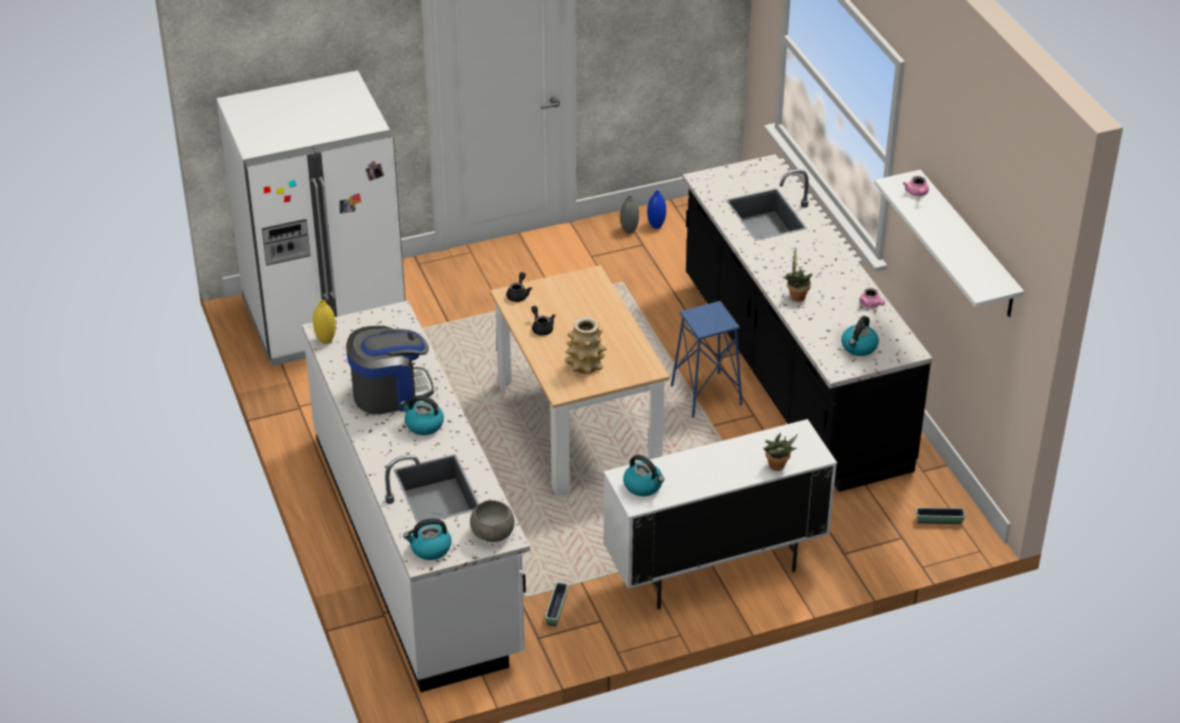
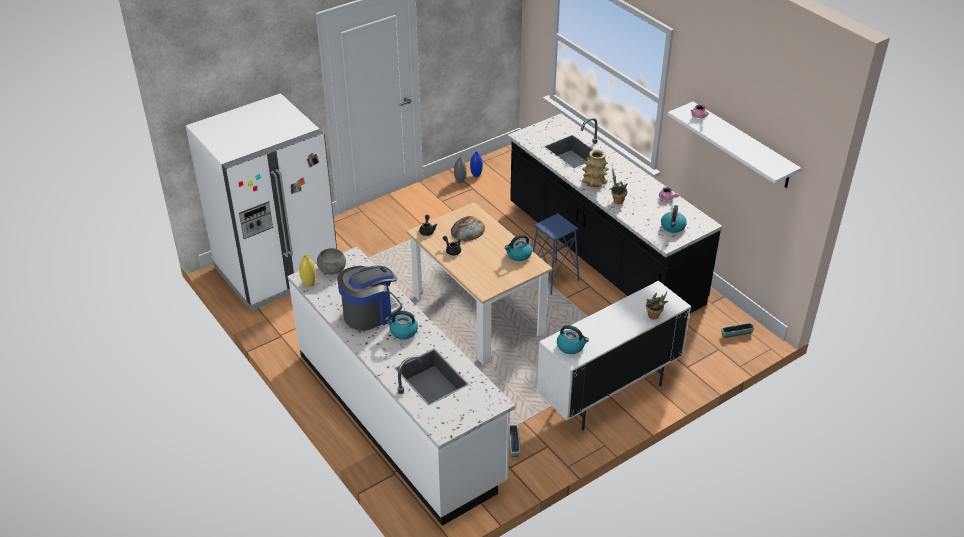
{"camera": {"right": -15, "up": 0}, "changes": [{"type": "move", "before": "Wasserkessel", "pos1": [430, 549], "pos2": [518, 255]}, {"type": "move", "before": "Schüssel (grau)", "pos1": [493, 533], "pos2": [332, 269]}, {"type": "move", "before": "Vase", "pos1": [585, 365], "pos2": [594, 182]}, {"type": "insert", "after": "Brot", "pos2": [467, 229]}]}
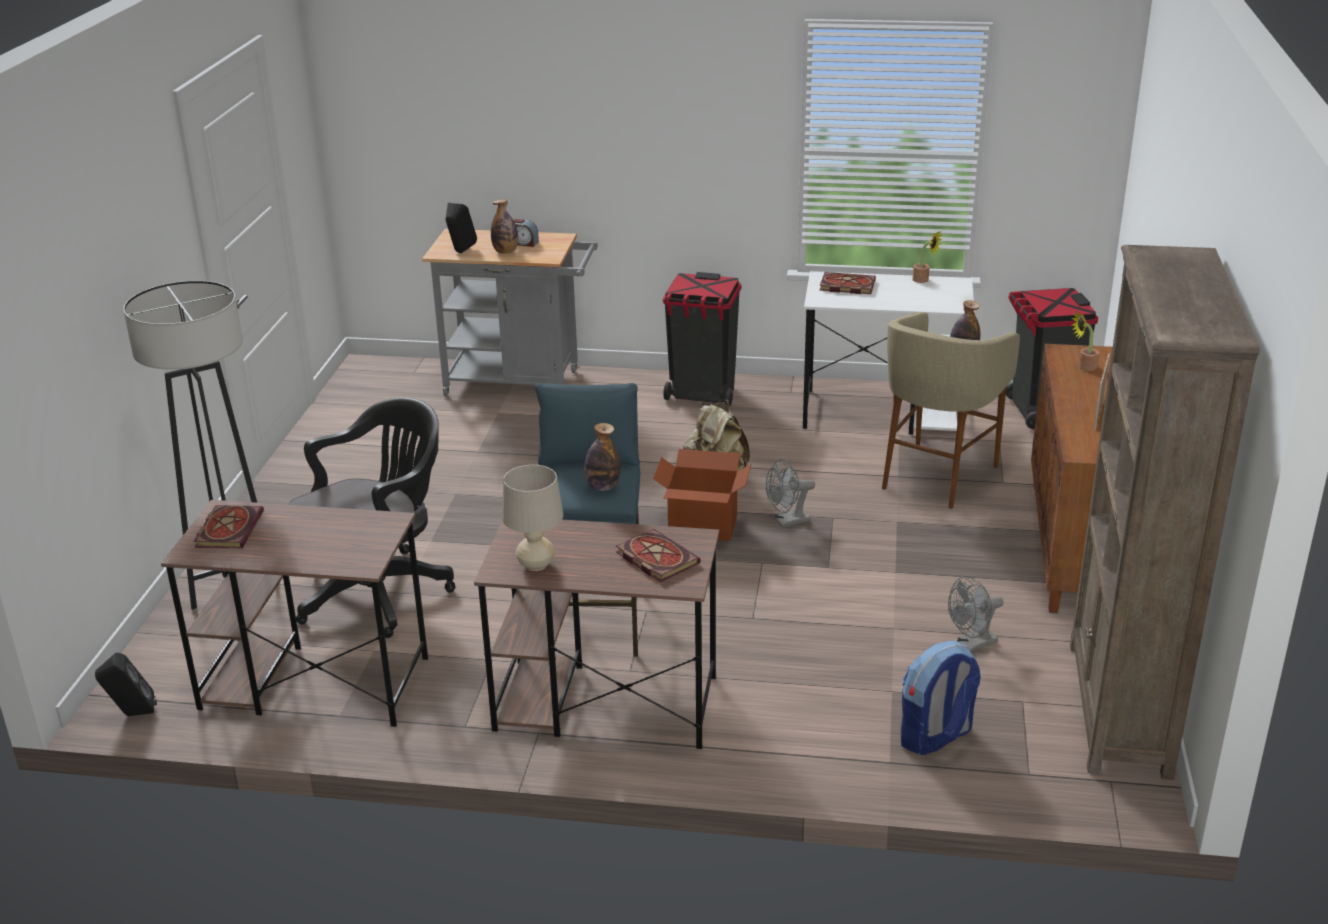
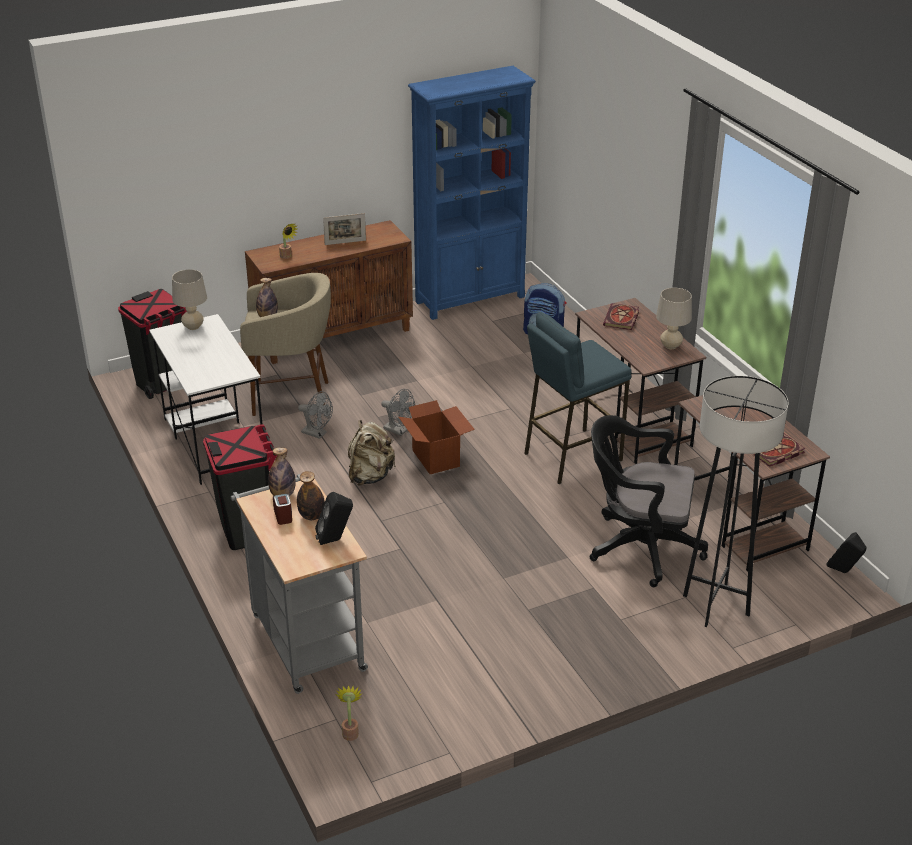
{"camera": {"right": -125, "up": 5}, "changes": [{"type": "move", "before": "Flasche", "pos1": [602, 487], "pos2": [282, 494]}, {"type": "delete", "before": "Buch", "pos1": [845, 286]}, {"type": "move", "before": "Topfpflanze", "pos1": [923, 280], "pos2": [350, 731]}, {"type": "move", "before": "Ventilator (grau)", "pos1": [972, 644], "pos2": [317, 433]}, {"type": "recolor", "before": "Bücherregal (braun)", "after": "Bücherregal (blau)", "pos1": [1118, 709], "pos2": [471, 299]}, {"type": "insert", "after": "Tischlampe (beige)", "pos2": [193, 327]}]}
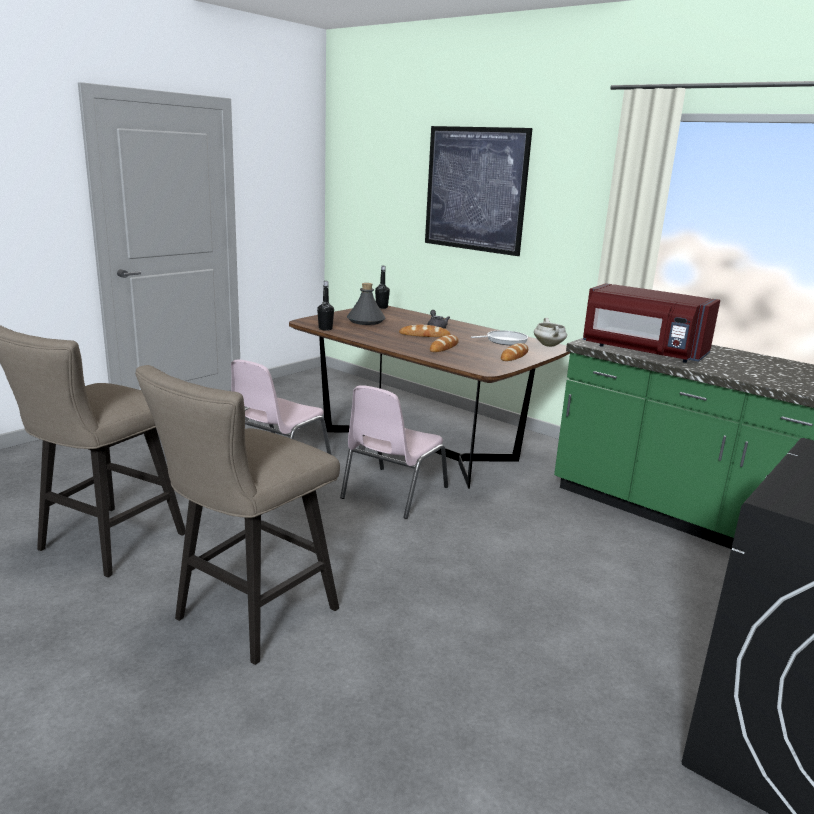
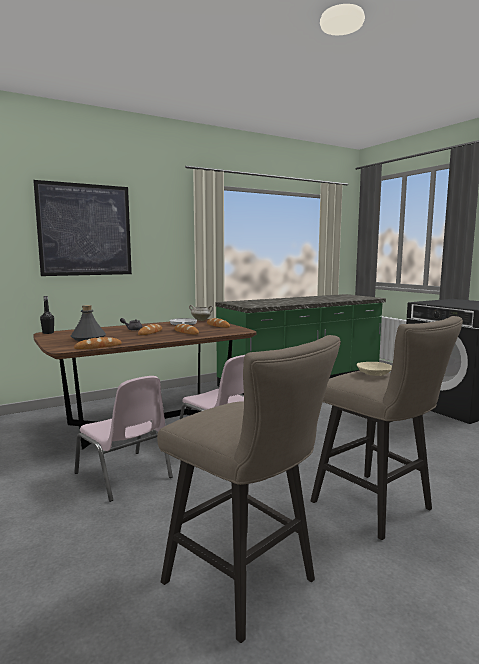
{"camera": {"right": -70, "up": -10}, "changes": [{"type": "replace", "before": "Flasche (schwarz)", "after": "Brot", "pos1": [325, 329], "pos2": [98, 347]}, {"type": "delete", "before": "Mikrowelle (rot)", "pos1": [641, 352]}, {"type": "insert", "after": "Schüssel (beige)", "pos2": [373, 374]}]}
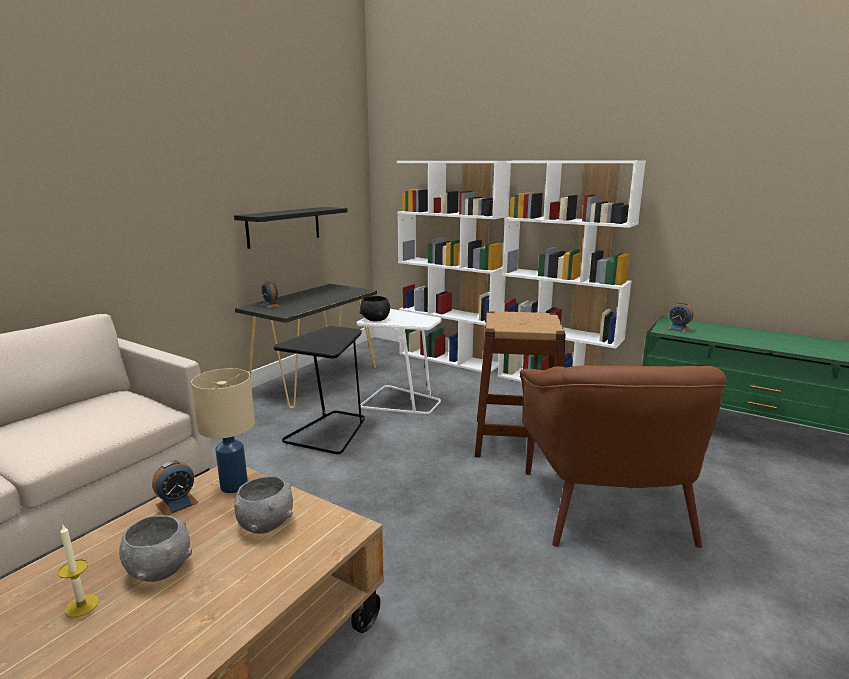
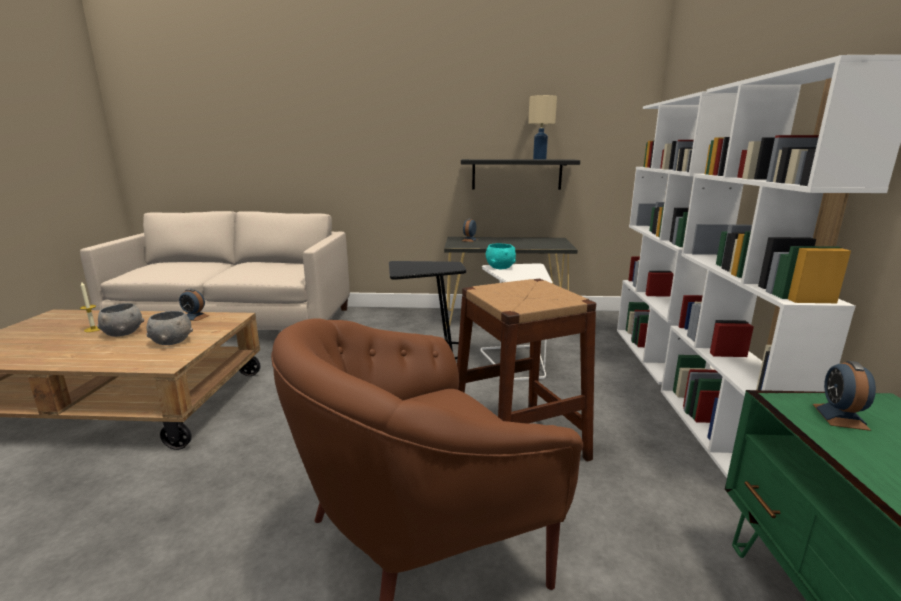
{"camera": {"right": 60, "up": 0}, "changes": [{"type": "move", "before": "Tischlampe (beige)", "pos1": [233, 486], "pos2": [539, 159]}, {"type": "recolor", "before": "Schüssel (schwarz)", "after": "Schüssel (türkis)", "pos1": [375, 319], "pos2": [500, 267]}]}
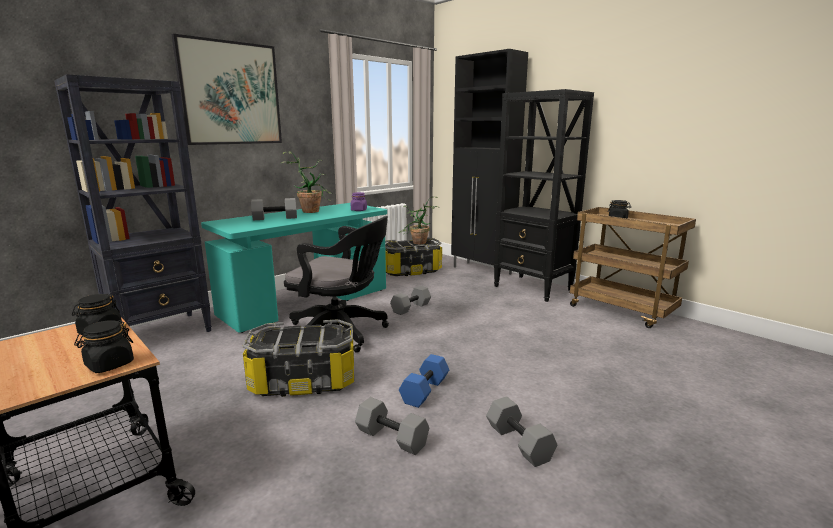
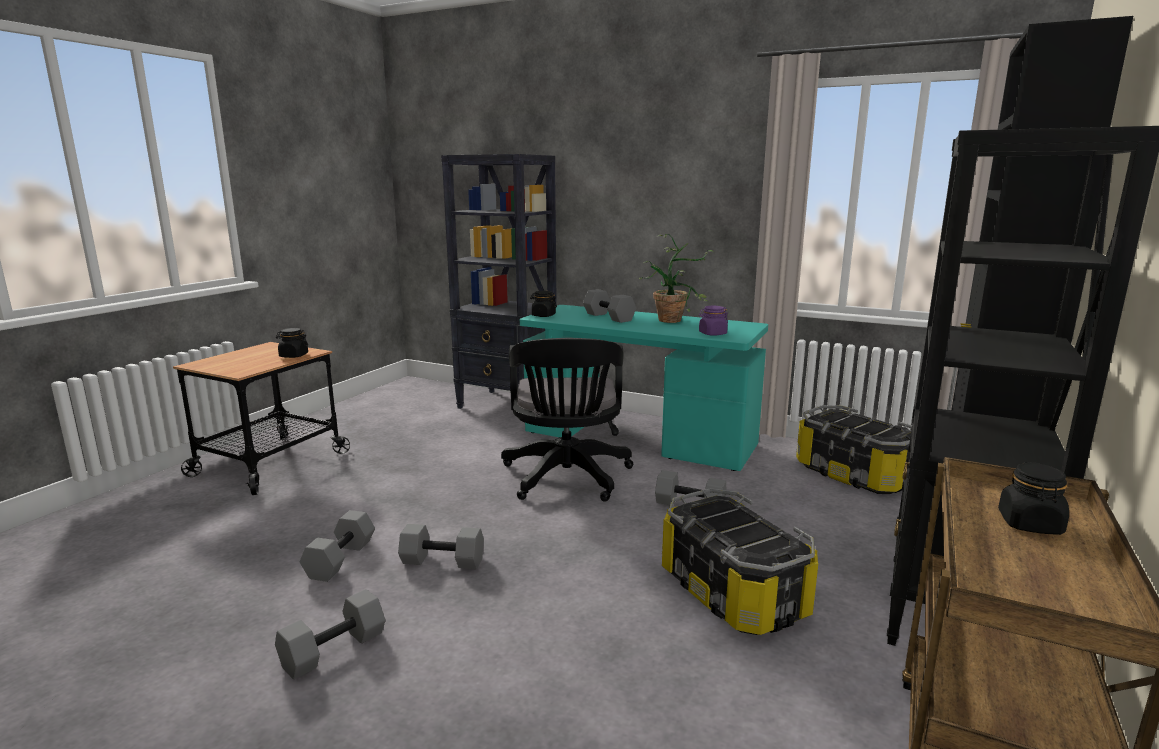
{"camera": {"right": 70, "up": 0}, "changes": [{"type": "move", "before": "Vorratsglas (schwarz)", "pos1": [109, 365], "pos2": [543, 315]}, {"type": "delete", "before": "Bild", "pos1": [230, 94]}, {"type": "move", "before": "Aufbewahrungsbox", "pos1": [304, 381], "pos2": [733, 592]}, {"type": "delete", "before": "Topfpflanze", "pos1": [418, 243]}, {"type": "recolor", "before": "Hantel (blau)", "after": "Hantel (grau)", "pos1": [425, 391], "pos2": [441, 562]}]}
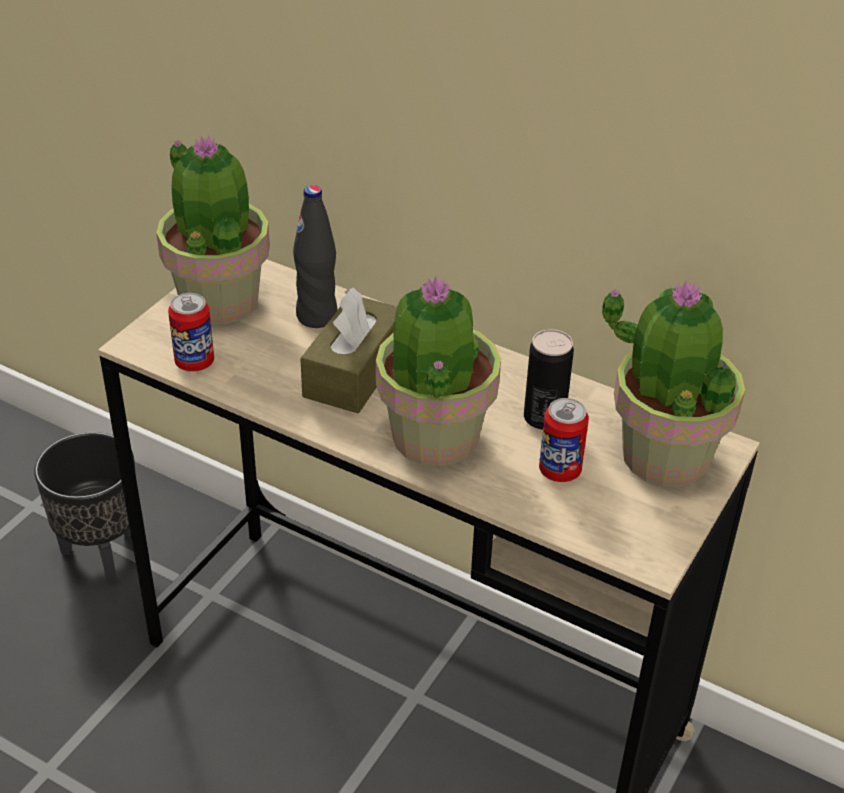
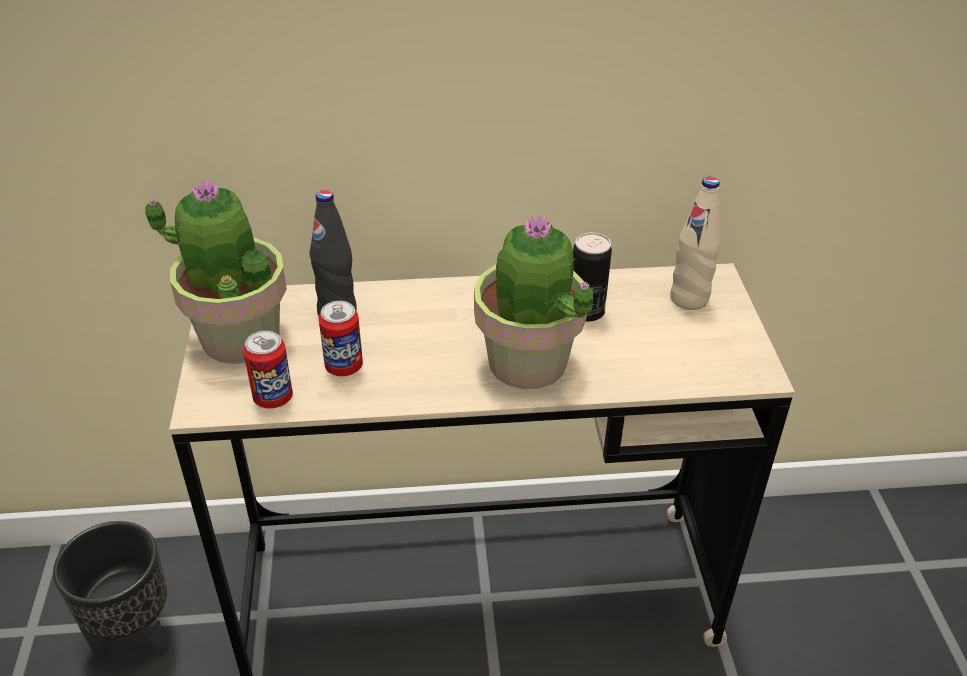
{"camera": {"right": -35, "up": 0}, "changes": [{"type": "delete", "before": "Taschentuchbox (braun)", "pos1": [354, 372]}, {"type": "move", "before": "Dose", "pos1": [559, 471], "pos2": [344, 366]}, {"type": "replace", "before": "Topfpflanze", "after": "Flasche (beige)", "pos1": [664, 455], "pos2": [689, 299]}]}
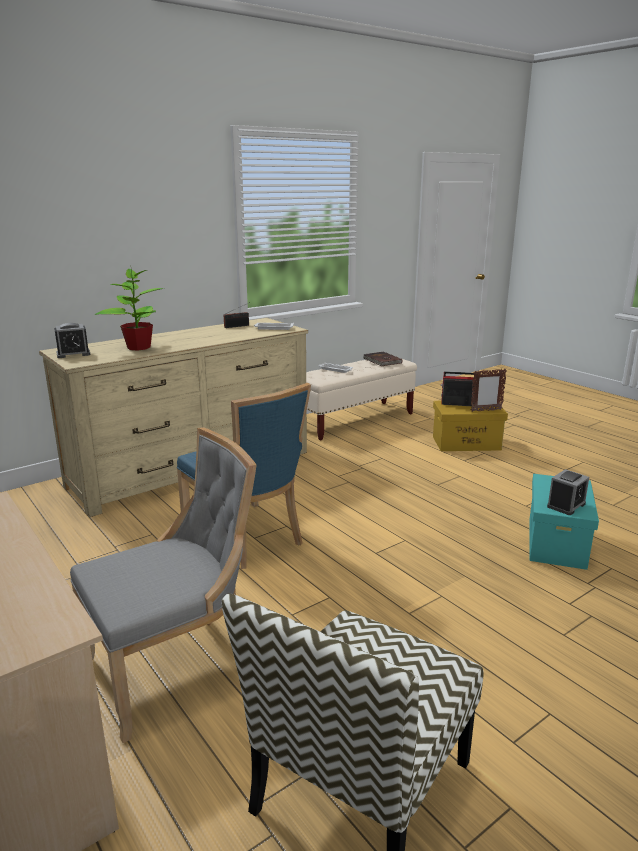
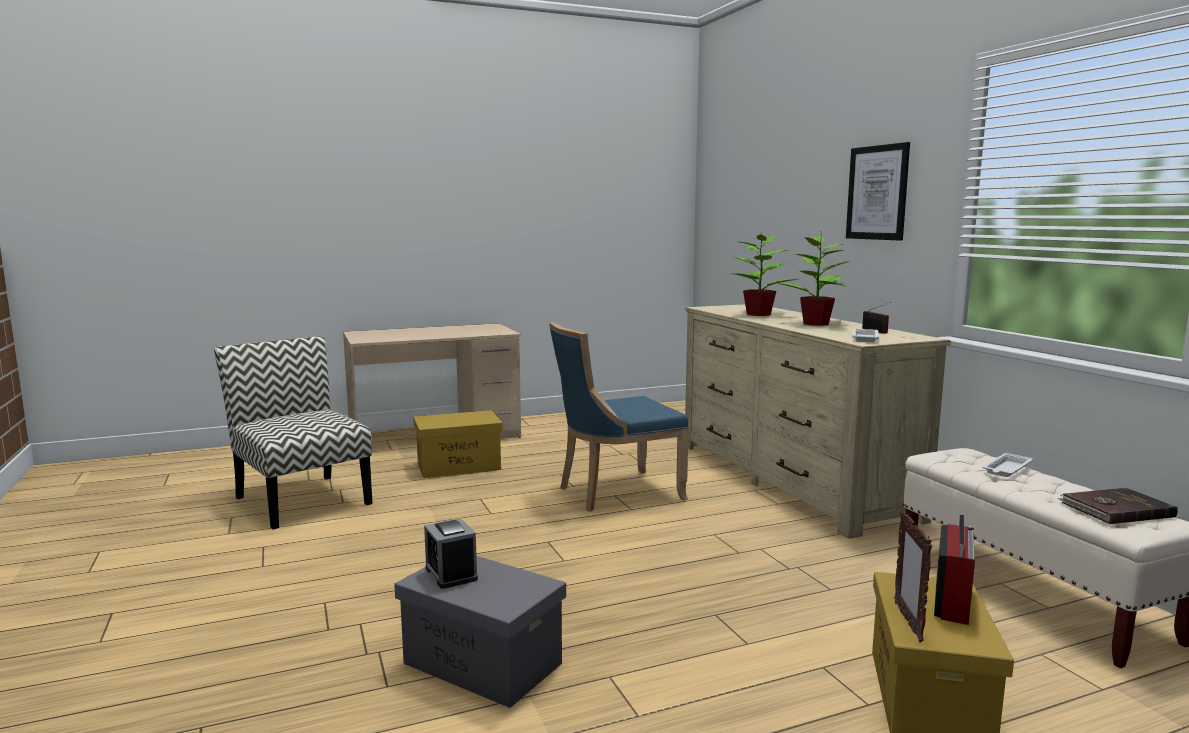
{"camera": {"right": 105, "up": -10}, "changes": [{"type": "delete", "before": "Wecker", "pos1": [73, 354]}, {"type": "replace", "before": "Stuhl (grau)", "after": "Aufbewahrungsbox (gelb)", "pos1": [175, 667], "pos2": [458, 466]}, {"type": "recolor", "before": "Aufbewahrungsbox (türkis)", "after": "Aufbewahrungsbox (grau)", "pos1": [556, 543], "pos2": [481, 663]}, {"type": "insert", "after": "Topfpflanze", "pos2": [815, 324]}, {"type": "insert", "after": "Bild", "pos2": [877, 192]}]}
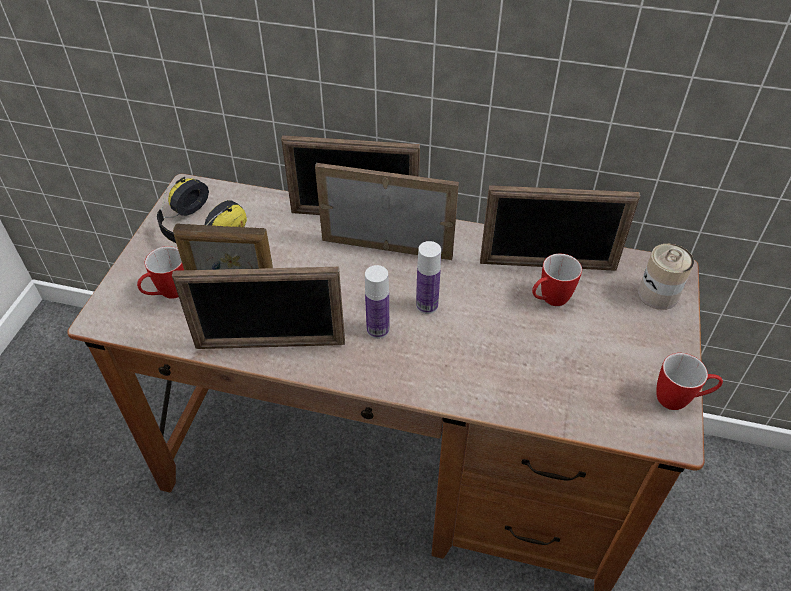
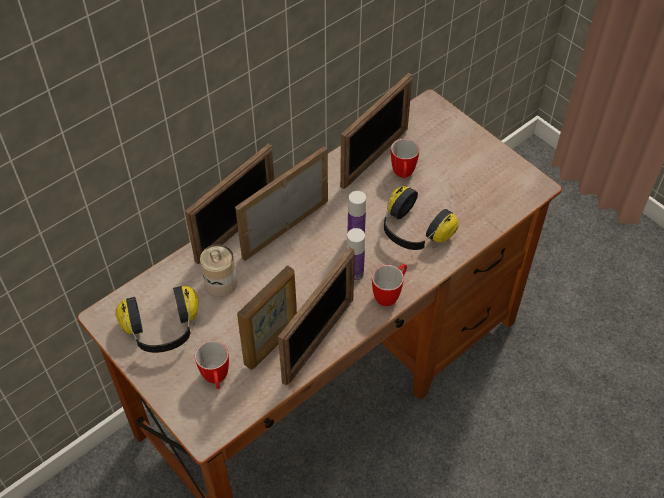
{"camera": {"right": -55, "up": 5}, "changes": [{"type": "move", "before": "Dose", "pos1": [658, 294], "pos2": [221, 283]}, {"type": "move", "before": "Henkelbecher", "pos1": [680, 400], "pos2": [390, 294]}, {"type": "insert", "after": "Kopfhörer", "pos2": [413, 231]}]}
